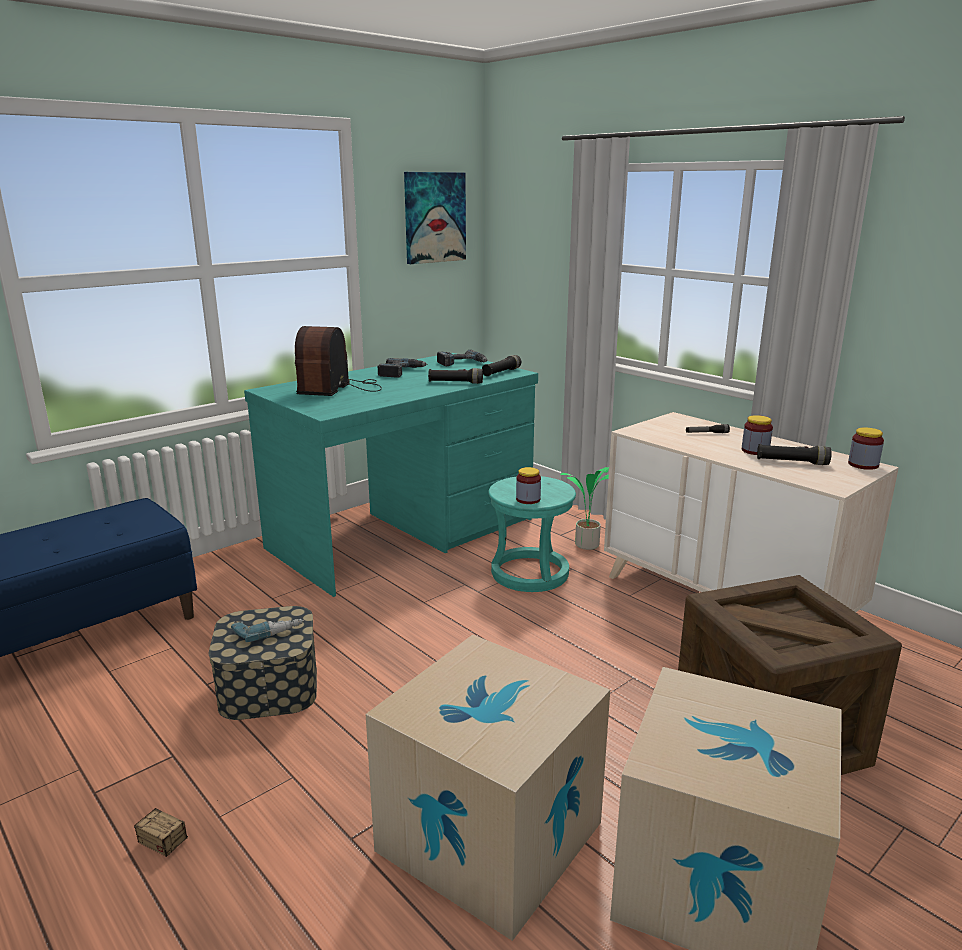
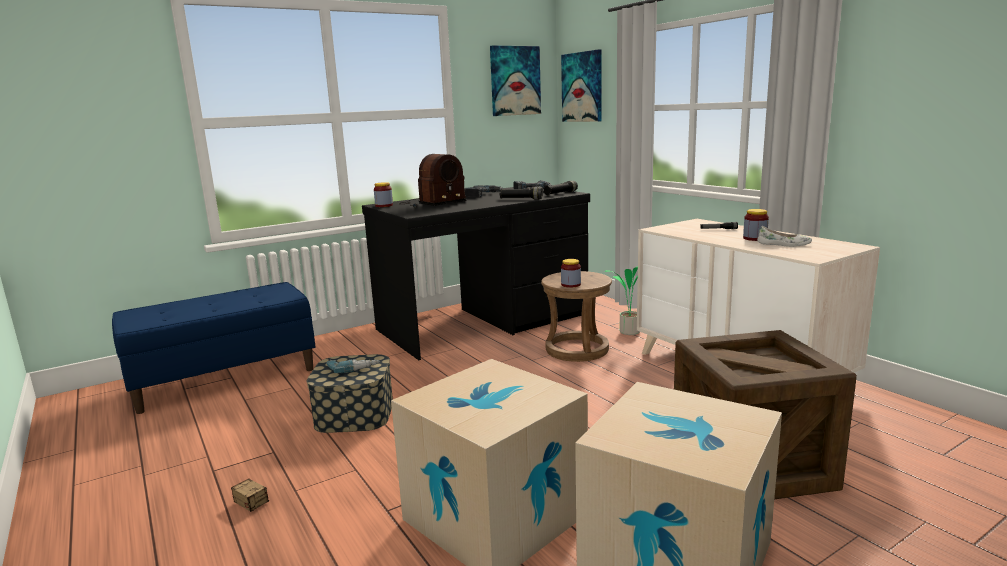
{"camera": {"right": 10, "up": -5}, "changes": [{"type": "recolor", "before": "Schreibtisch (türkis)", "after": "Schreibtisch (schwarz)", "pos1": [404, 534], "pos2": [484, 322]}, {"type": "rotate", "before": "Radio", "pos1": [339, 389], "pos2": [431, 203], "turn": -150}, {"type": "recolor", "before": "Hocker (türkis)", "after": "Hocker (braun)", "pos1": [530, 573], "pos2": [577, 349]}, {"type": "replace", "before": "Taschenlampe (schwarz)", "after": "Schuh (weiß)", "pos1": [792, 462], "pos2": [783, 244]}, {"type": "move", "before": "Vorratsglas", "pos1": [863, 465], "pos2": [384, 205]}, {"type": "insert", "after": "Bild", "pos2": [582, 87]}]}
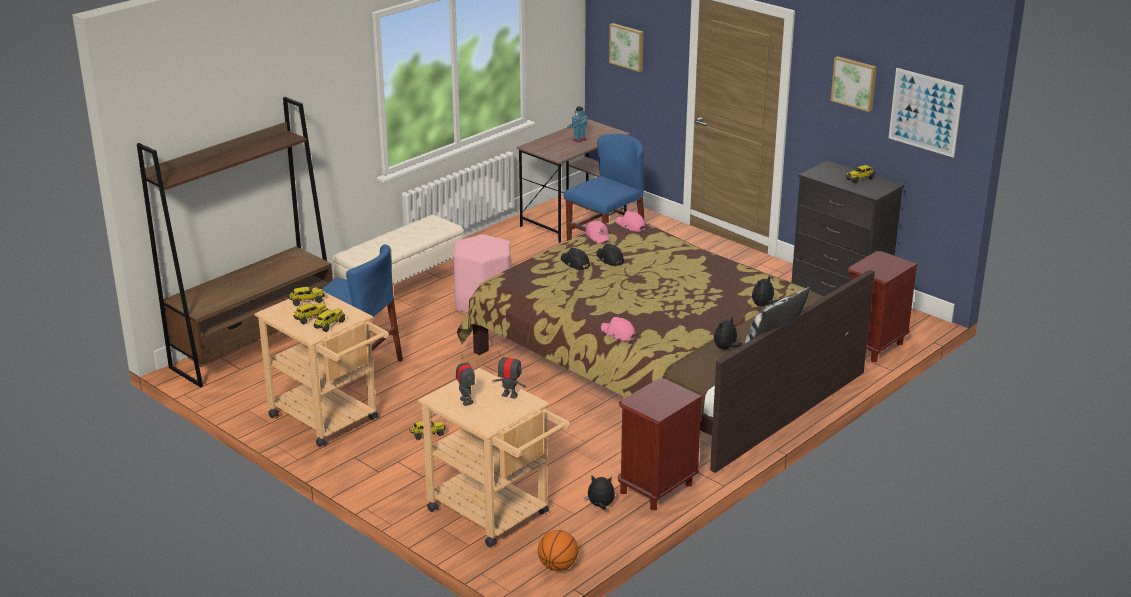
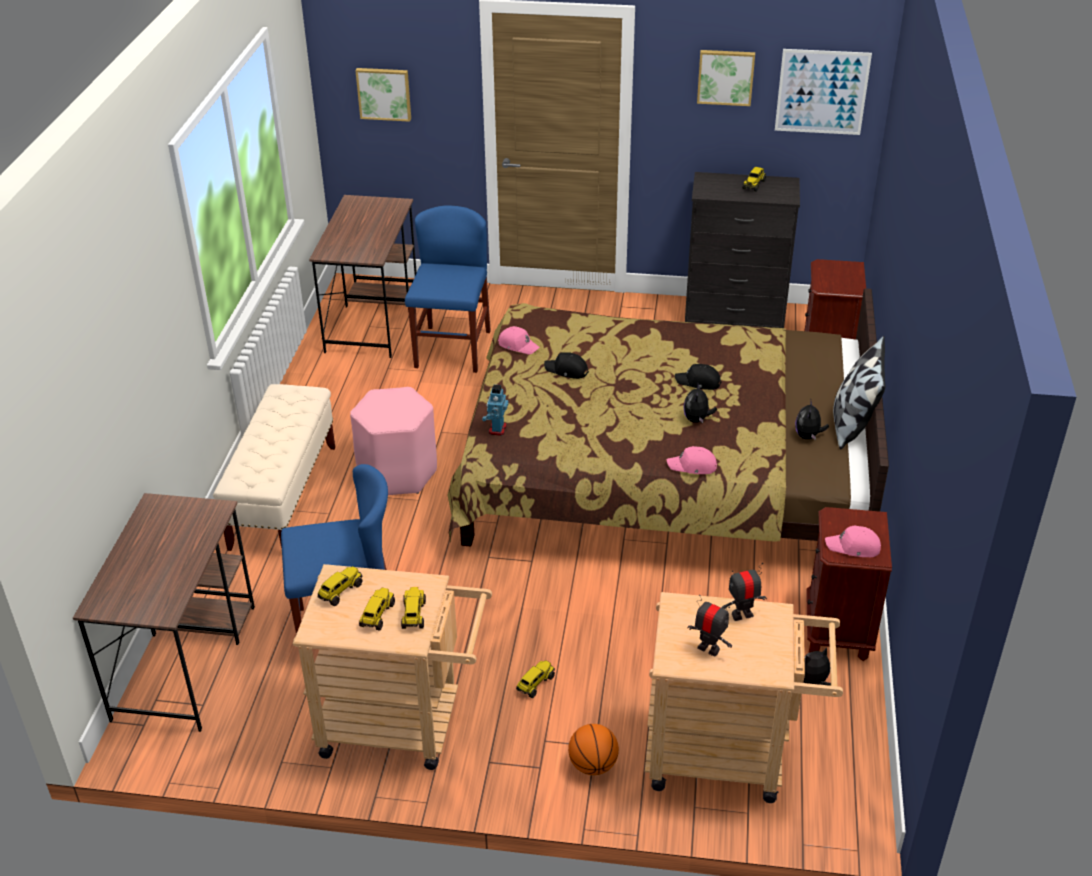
{"camera": {"right": -35, "up": 10}, "changes": [{"type": "replace", "before": "Bücherregal (braun)", "after": "Schreibtisch (braun)", "pos1": [255, 346], "pos2": [185, 660]}, {"type": "move", "before": "Basketball", "pos1": [558, 566], "pos2": [593, 765]}, {"type": "move", "before": "Kappe (schwarz)", "pos1": [575, 263], "pos2": [698, 382]}, {"type": "move", "before": "Spielzeugroboter", "pos1": [579, 139], "pos2": [497, 429]}, {"type": "move", "before": "Kappe (rosa)", "pos1": [630, 226], "pos2": [853, 547]}, {"type": "move", "before": "Plüschtier", "pos1": [763, 305], "pos2": [697, 419]}]}
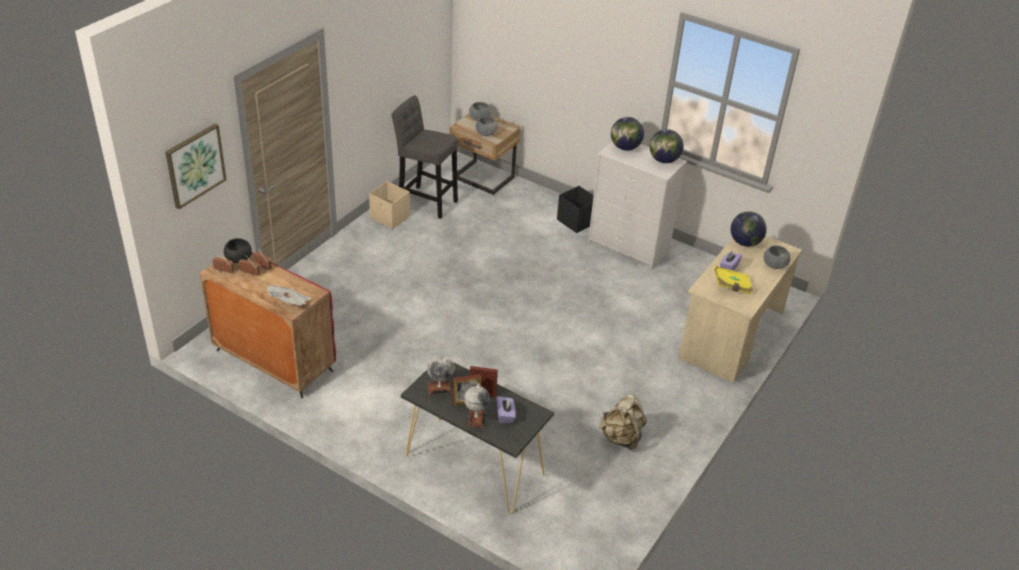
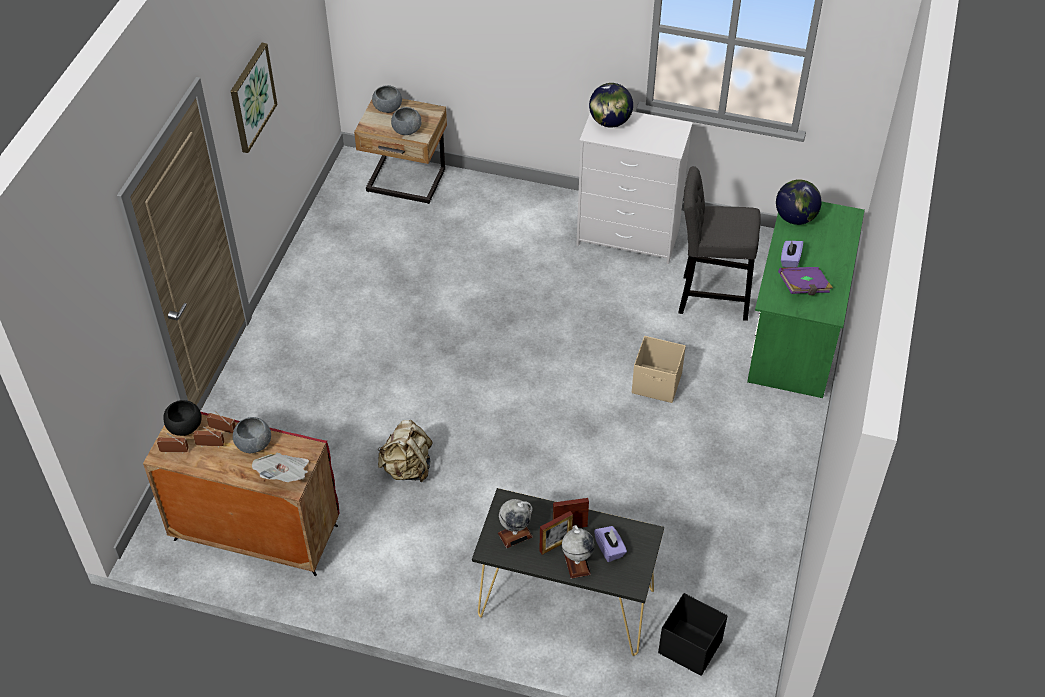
{"camera": {"right": -15, "up": 10}, "changes": [{"type": "move", "before": "Bild", "pos1": [195, 165], "pos2": [251, 97]}, {"type": "move", "before": "Aufbewahrungsbox (beige)", "pos1": [390, 218], "pos2": [657, 384]}, {"type": "move", "before": "Hocker (grau)", "pos1": [425, 201], "pos2": [709, 297]}, {"type": "move", "before": "Aufbewahrungsbox (schwarz)", "pos1": [576, 221], "pos2": [689, 646]}, {"type": "move", "before": "Rucksack (beige)", "pos1": [621, 437], "pos2": [407, 468]}, {"type": "delete", "before": "Globus", "pos1": [664, 160]}, {"type": "recolor", "before": "Schreibtisch (beige)", "after": "Schreibtisch (grün)", "pos1": [731, 335], "pos2": [796, 331]}, {"type": "recolor", "before": "Buch (gelb)", "after": "Buch (lila)", "pos1": [732, 287], "pos2": [804, 288]}, {"type": "move", "before": "Schüssel (grau)", "pos1": [774, 265], "pos2": [253, 443]}]}
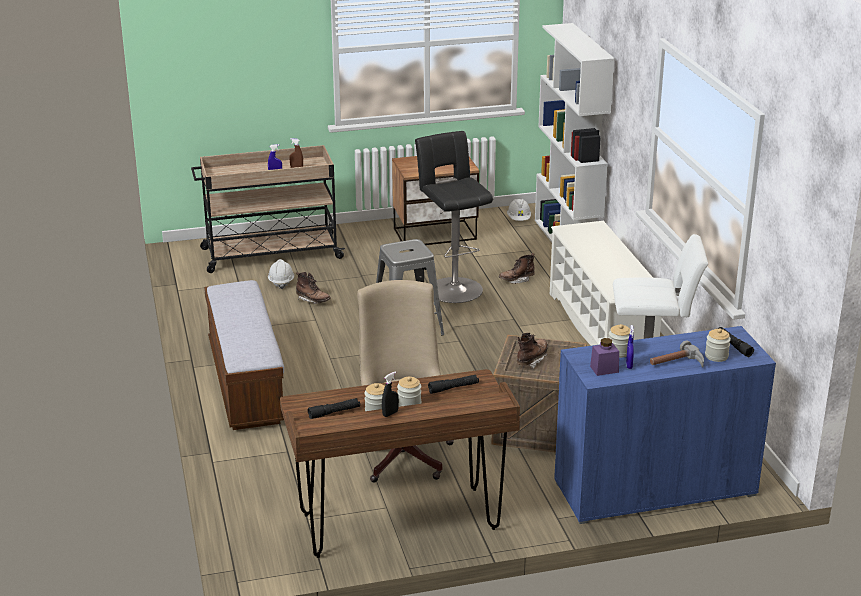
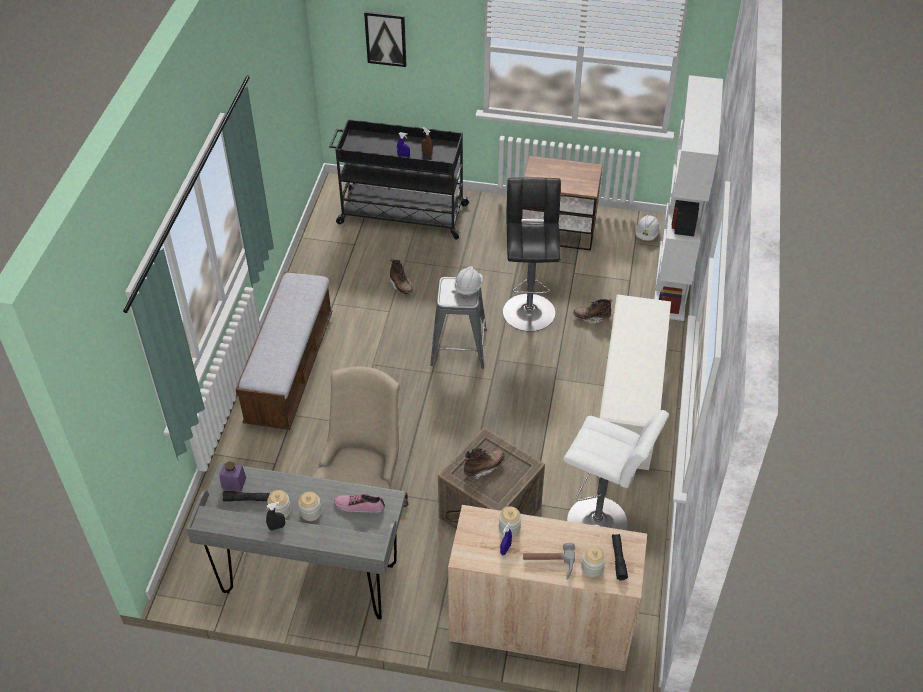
{"camera": {"right": 25, "up": 20}, "changes": [{"type": "recolor", "before": "Rollwagen (beige)", "after": "Rollwagen (schwarz)", "pos1": [270, 254], "pos2": [401, 214]}, {"type": "move", "before": "Schutzhelm (weiß)", "pos1": [281, 282], "pos2": [468, 287]}, {"type": "recolor", "before": "Schreibtisch (braun)", "after": "Schreibtisch (grau)", "pos1": [399, 523], "pos2": [310, 580]}, {"type": "replace", "before": "Taschenlampe (schwarz)", "after": "Schuh", "pos1": [453, 388], "pos2": [359, 505]}, {"type": "recolor", "before": "Schrank (blau)", "after": "Schrank (beige)", "pos1": [654, 488], "pos2": [540, 626]}, {"type": "move", "before": "Vorratsglas (lila)", "pos1": [604, 369], "pos2": [234, 482]}, {"type": "insert", "after": "Bild", "pos2": [386, 38]}]}
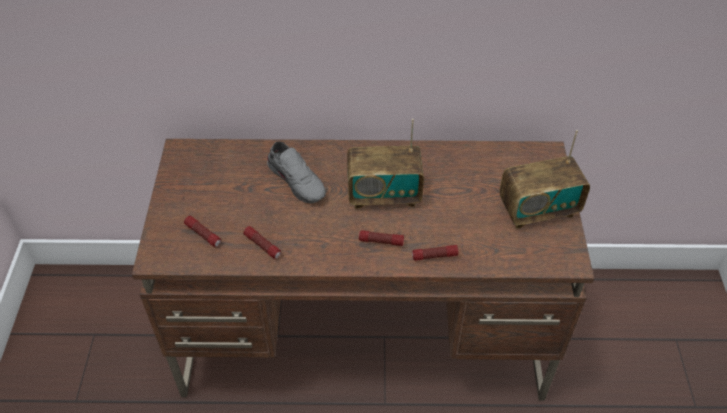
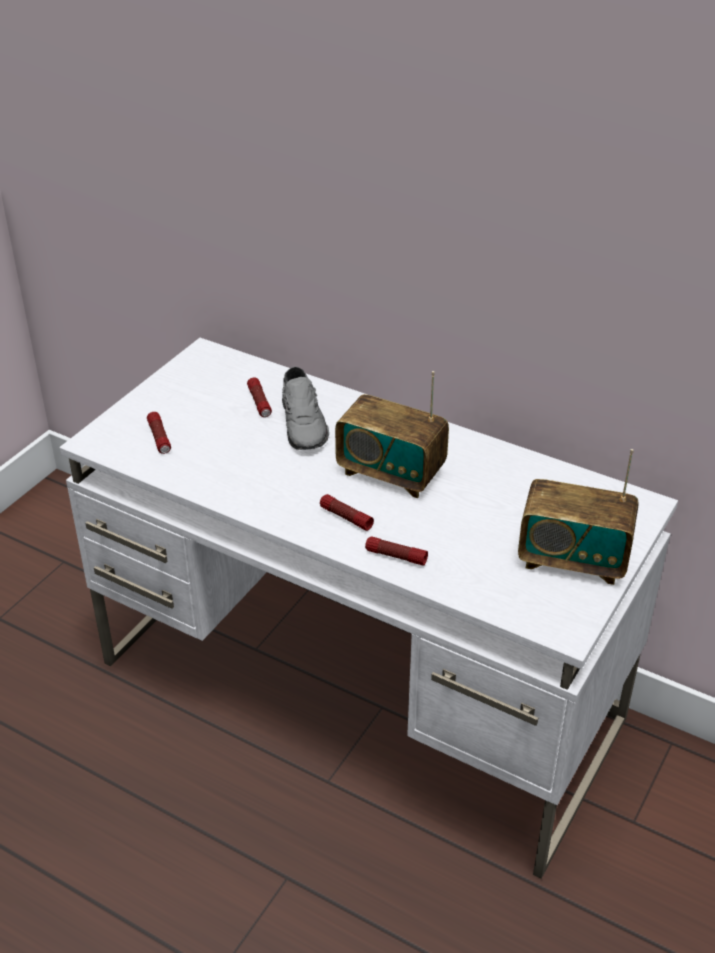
{"camera": {"right": 30, "up": -10}, "changes": [{"type": "recolor", "before": "Schreibtisch (braun)", "after": "Schreibtisch (weiß)", "pos1": [365, 333], "pos2": [361, 692]}, {"type": "move", "before": "Taschenlampe", "pos1": [263, 246], "pos2": [259, 403]}]}
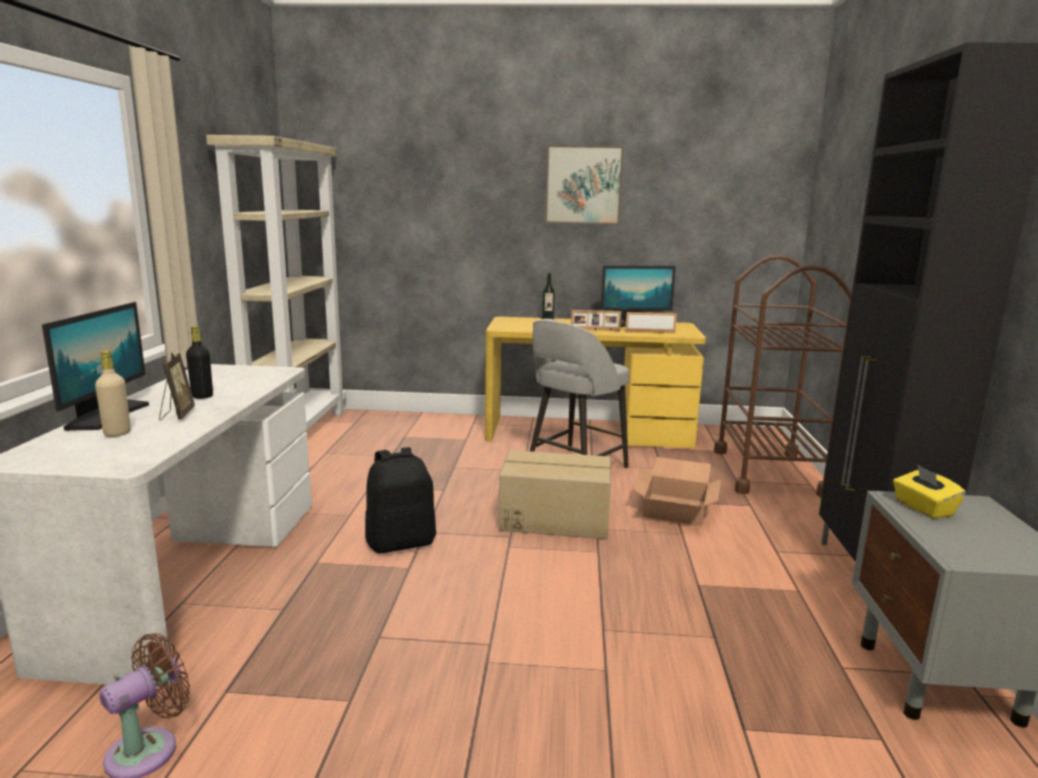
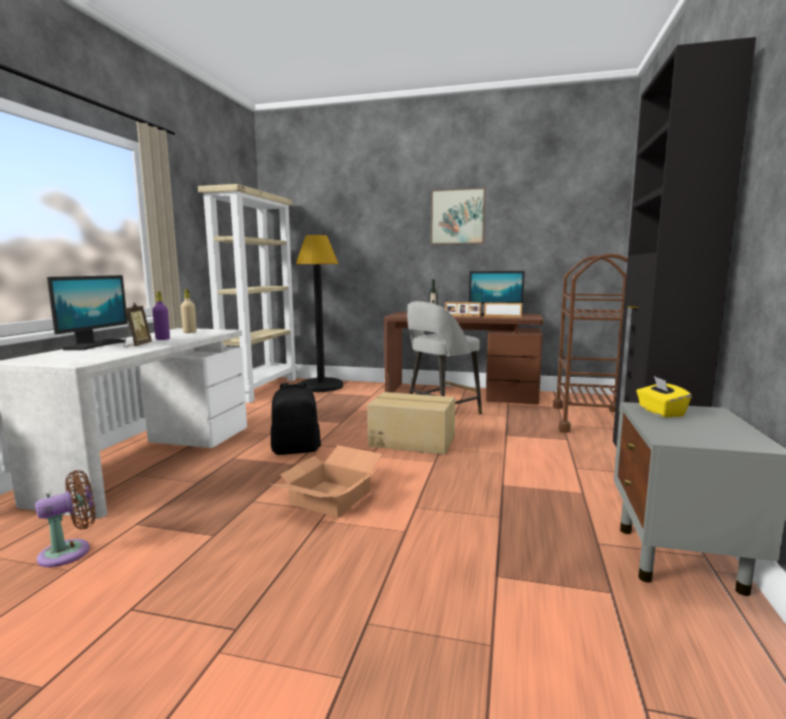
{"camera": {"right": 10, "up": -5}, "changes": [{"type": "move", "before": "Flasche (beige)", "pos1": [117, 433], "pos2": [190, 332]}, {"type": "recolor", "before": "Flasche (schwarz)", "after": "Flasche (lila)", "pos1": [202, 396], "pos2": [162, 339]}, {"type": "recolor", "before": "Schreibtisch (gelb)", "after": "Schreibtisch (braun)", "pos1": [588, 432], "pos2": [462, 394]}, {"type": "move", "before": "Karton", "pos1": [674, 508], "pos2": [330, 497]}, {"type": "insert", "after": "Stehlampe (schwarz)", "pos2": [321, 386]}]}
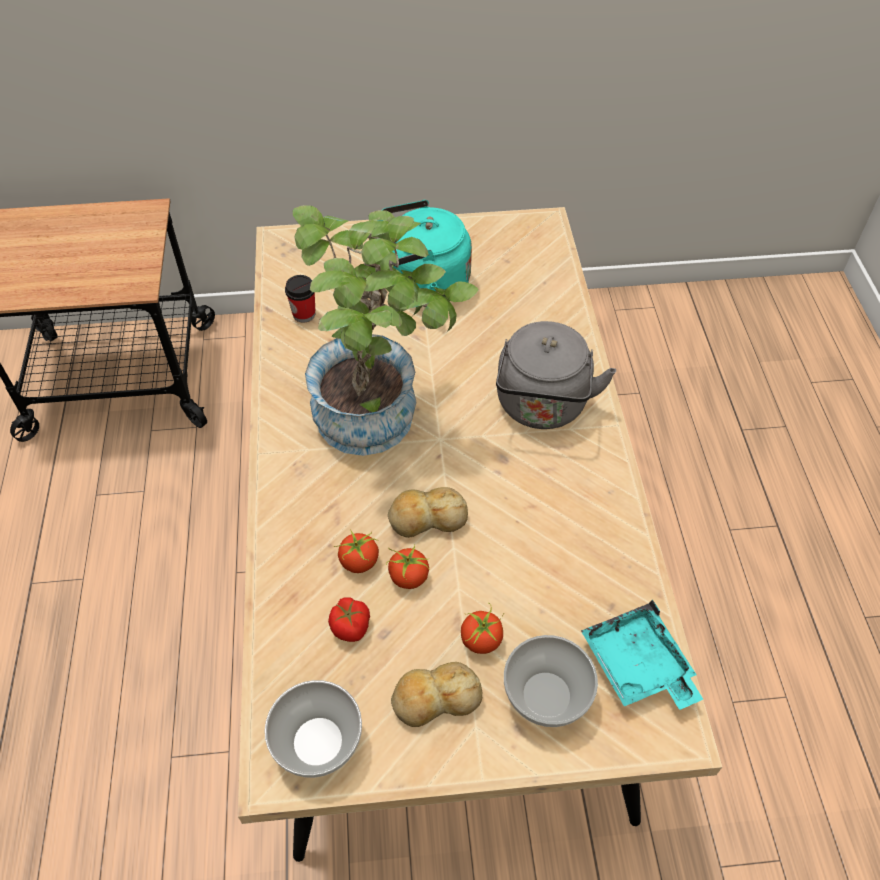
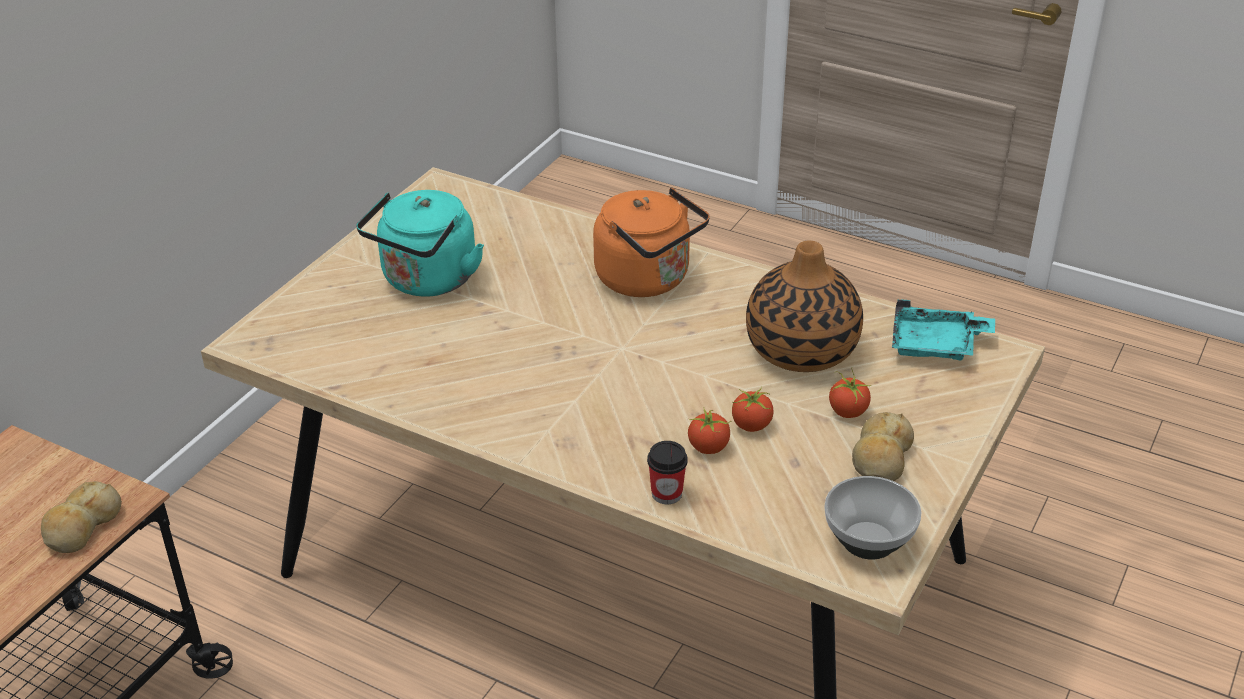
{"camera": {"right": -55, "up": -15}, "changes": [{"type": "move", "before": "Tasse", "pos1": [304, 314], "pos2": [666, 493]}, {"type": "delete", "before": "Topfpflanze", "pos1": [380, 414]}, {"type": "delete", "before": "Tomate", "pos1": [351, 627]}, {"type": "move", "before": "Brot", "pos1": [427, 518], "pos2": [82, 527]}, {"type": "recolor", "before": "Wasserkessel (grau)", "after": "Wasserkessel (orange)", "pos1": [542, 407], "pos2": [648, 280]}, {"type": "delete", "before": "Schüssel", "pos1": [547, 697]}, {"type": "insert", "after": "Vase", "pos2": [801, 349]}]}
